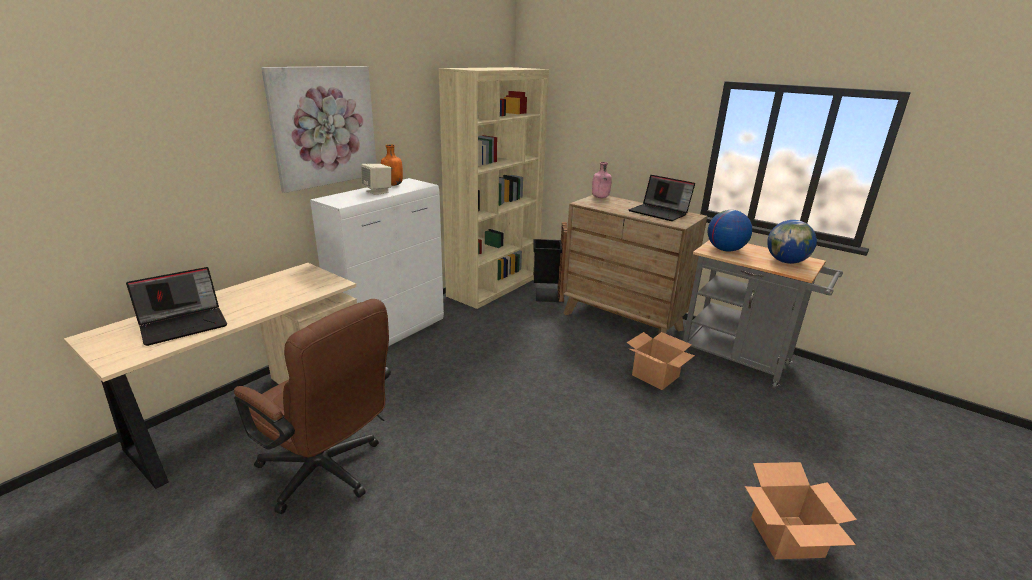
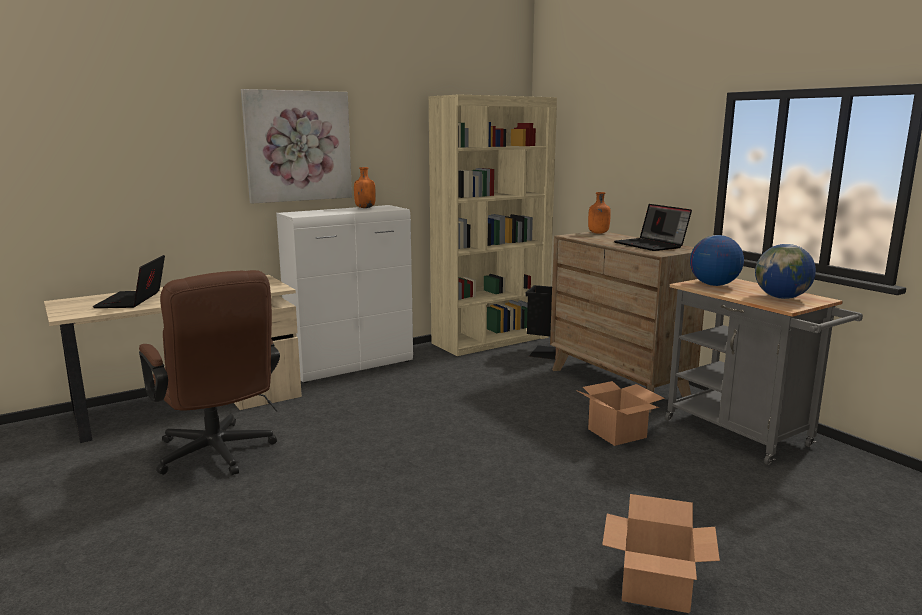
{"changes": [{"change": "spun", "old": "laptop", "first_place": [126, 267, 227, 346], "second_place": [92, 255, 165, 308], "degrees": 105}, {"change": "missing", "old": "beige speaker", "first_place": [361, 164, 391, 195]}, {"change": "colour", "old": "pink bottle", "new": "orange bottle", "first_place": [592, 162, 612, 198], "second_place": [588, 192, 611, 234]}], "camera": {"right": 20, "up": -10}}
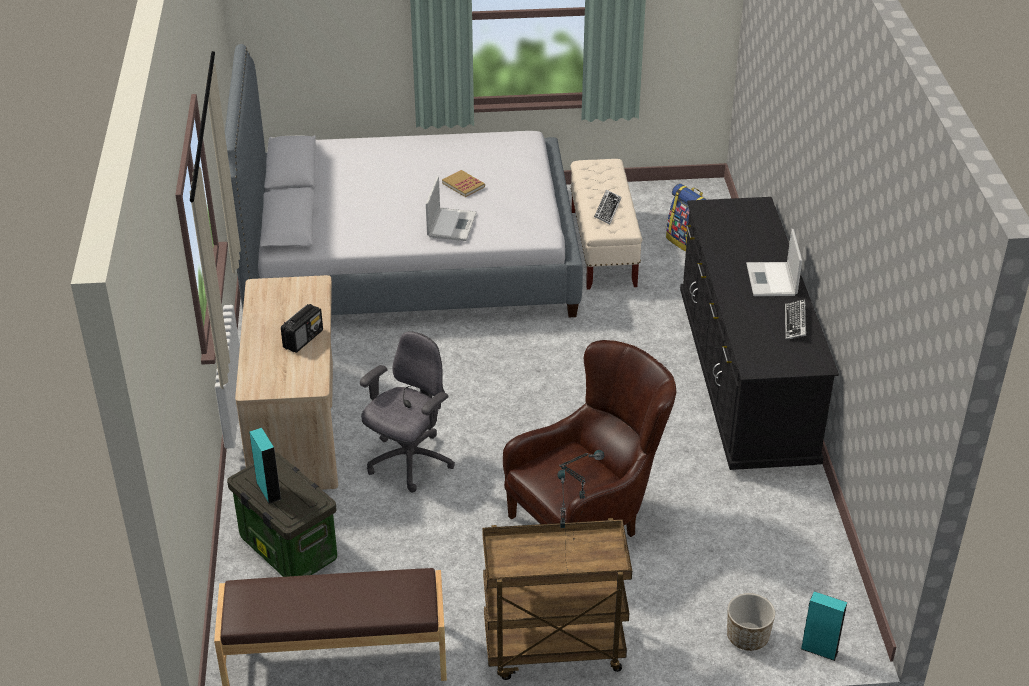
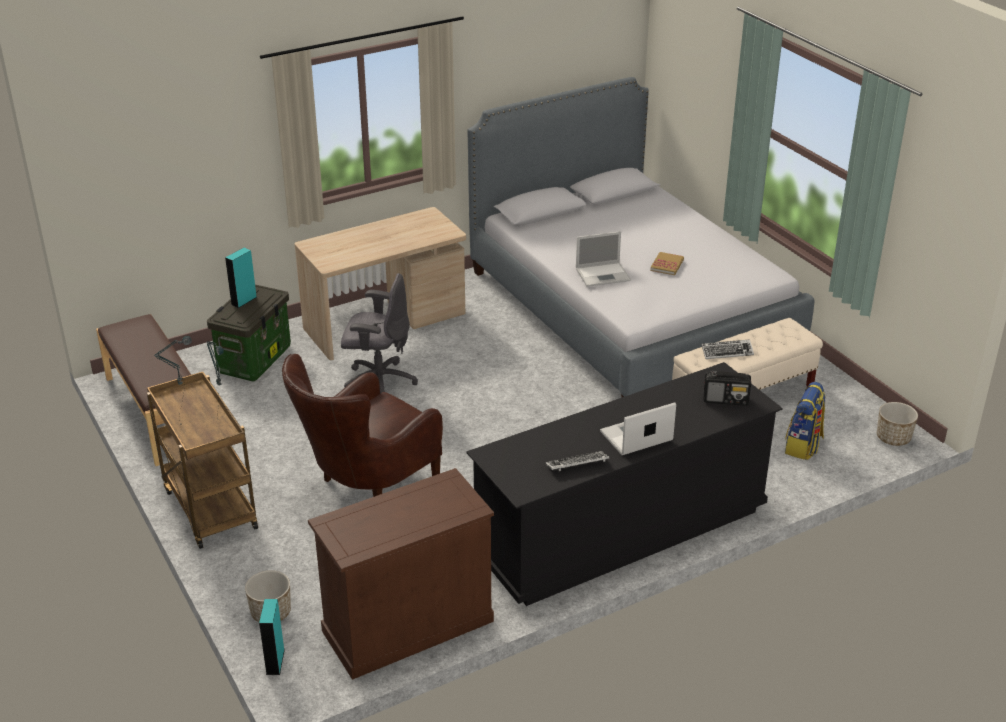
{"changes": [{"change": "relocated", "old": "radio", "first_place": [281, 304, 323, 353], "second_place": [703, 371, 751, 406]}, {"change": "spun", "old": "brown armchair", "first_place": [503, 340, 676, 537], "second_place": [282, 354, 443, 497], "degrees": 105}, {"change": "appeared", "new": "brown cabinet", "second_place": [308, 468, 494, 680]}, {"change": "appeared", "new": "planter", "second_place": [877, 402, 918, 446]}], "camera": {"right": 65, "up": -5}}
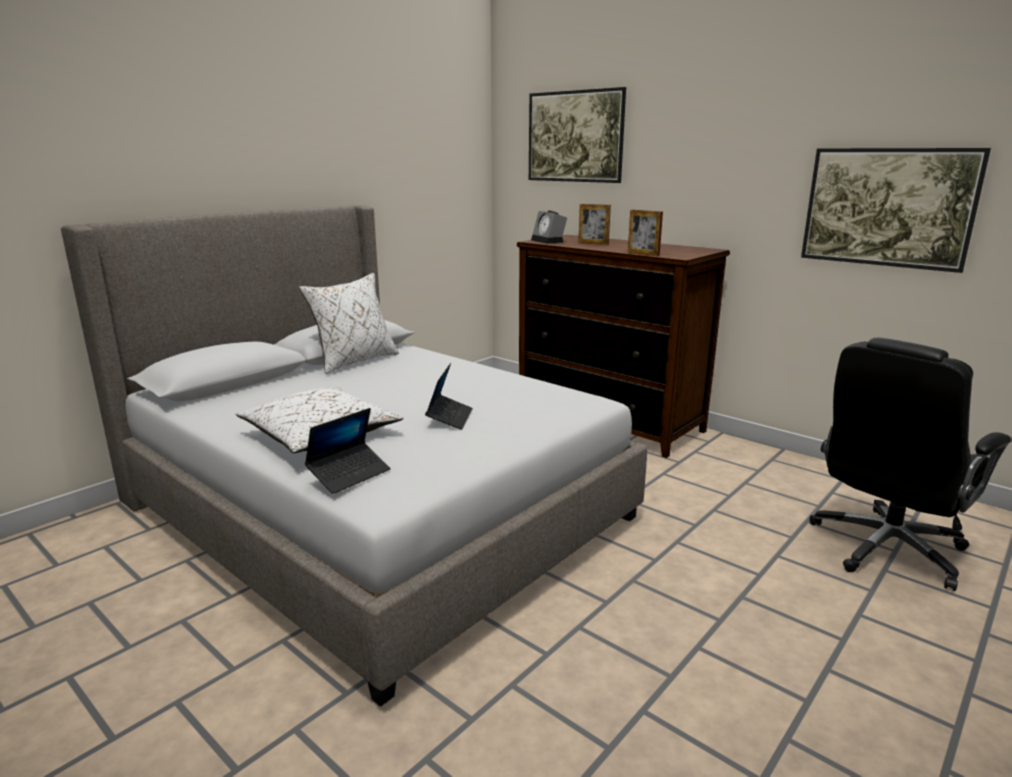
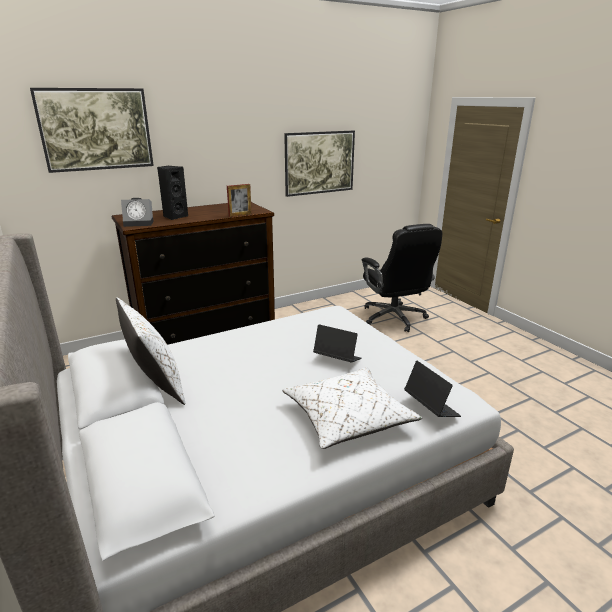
{"changes": [{"change": "exchanged", "old": "picture frame", "new": "black speaker", "first_place": [578, 204, 611, 245], "second_place": [157, 166, 188, 220]}], "camera": {"right": -70, "up": 5}}
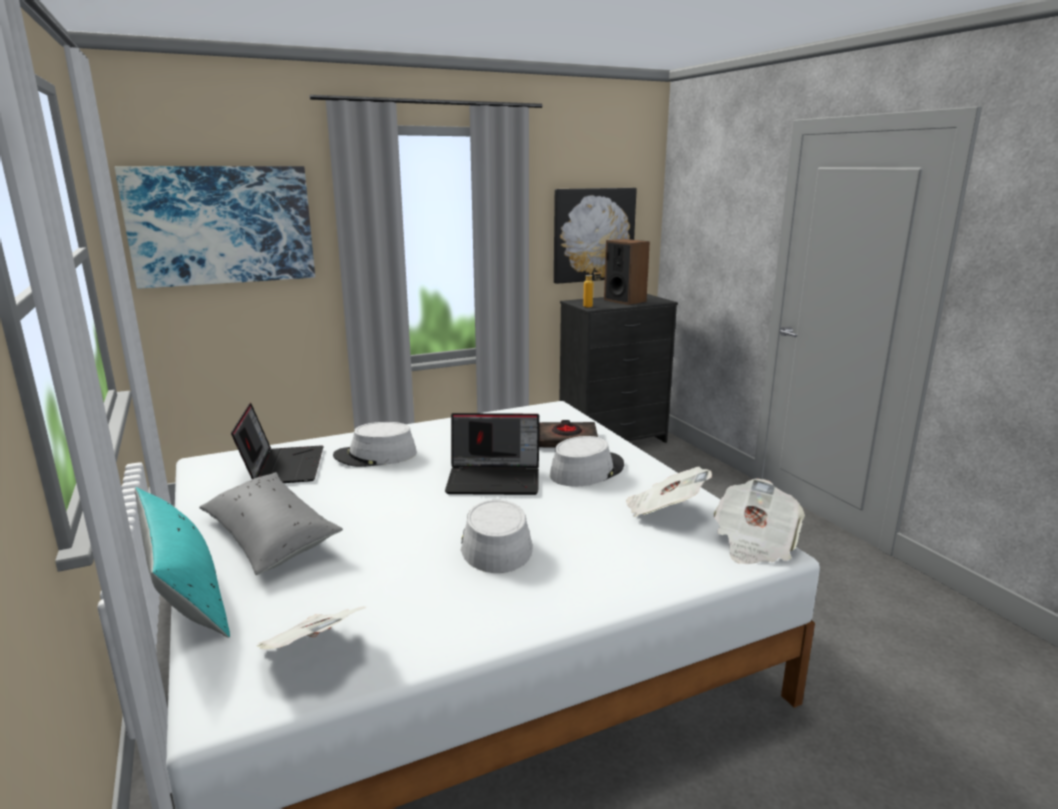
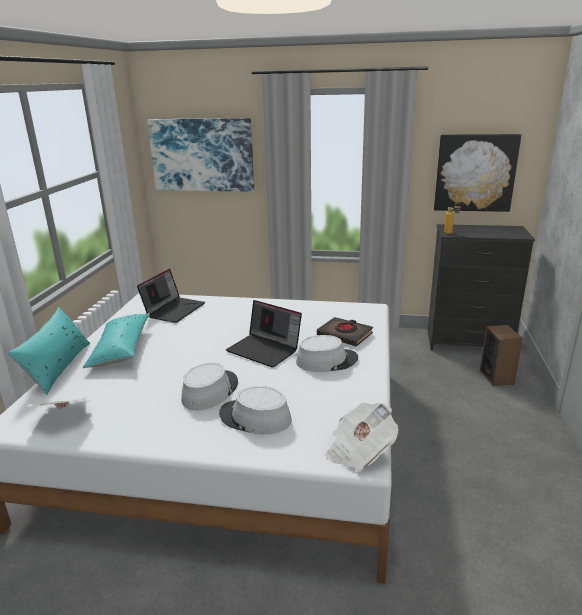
{"changes": [{"change": "colour", "old": "grey pillow", "new": "turquoise pillow", "first_place": [199, 472, 343, 575], "second_place": [83, 313, 150, 368]}, {"change": "relocated", "old": "grey hat", "first_place": [333, 422, 417, 467], "second_place": [219, 386, 291, 434]}, {"change": "relocated", "old": "speaker", "first_place": [604, 239, 650, 305], "second_place": [480, 325, 523, 386]}, {"change": "missing", "old": "newspaper", "first_place": [626, 467, 712, 517]}], "camera": {"right": 35, "up": 5}}
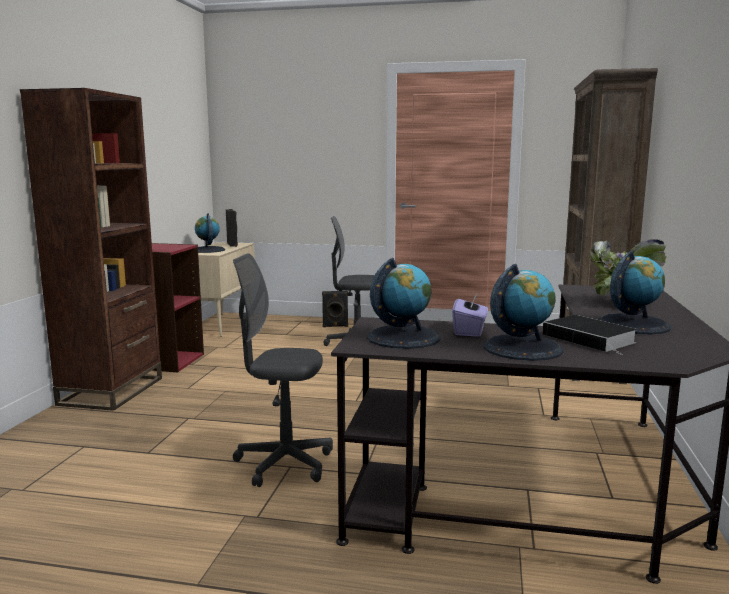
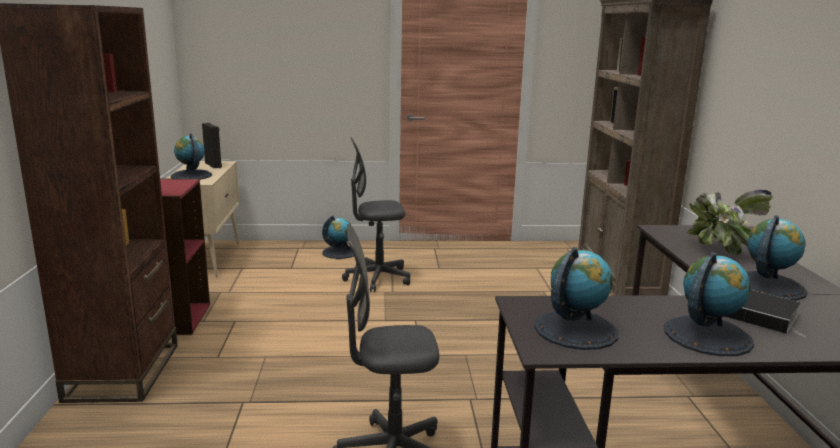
{"changes": [{"change": "exchanged", "old": "black speaker", "new": "globe", "first_place": [322, 291, 348, 327], "second_place": [322, 216, 354, 259]}, {"change": "missing", "old": "purple tissue box", "first_place": [452, 292, 488, 337]}], "camera": {"right": -15, "up": 5}}
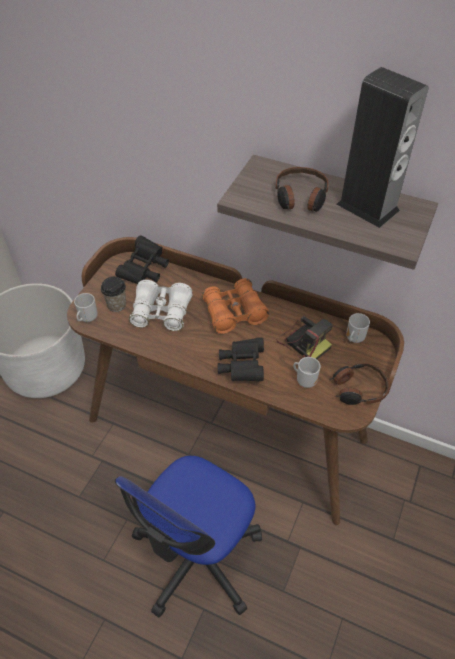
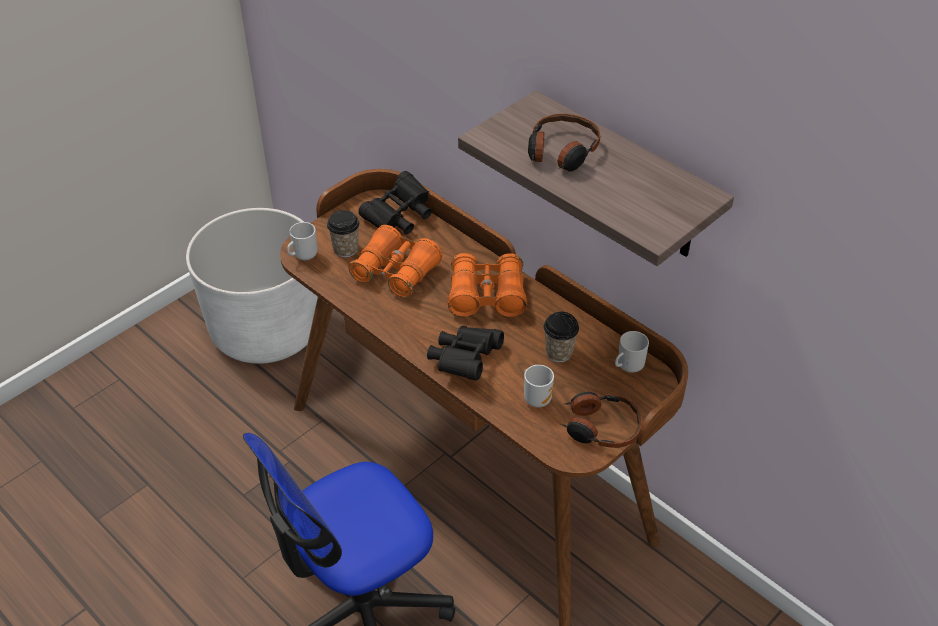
{"changes": [{"change": "colour", "old": "white binoculars", "new": "orange binoculars", "first_place": [129, 280, 192, 331], "second_place": [349, 225, 442, 298]}, {"change": "exchanged", "old": "photo camera", "new": "cup", "first_place": [276, 315, 333, 360], "second_place": [543, 312, 579, 362]}, {"change": "missing", "old": "speaker", "first_place": [336, 67, 428, 228]}], "camera": {"right": 20, "up": -5}}
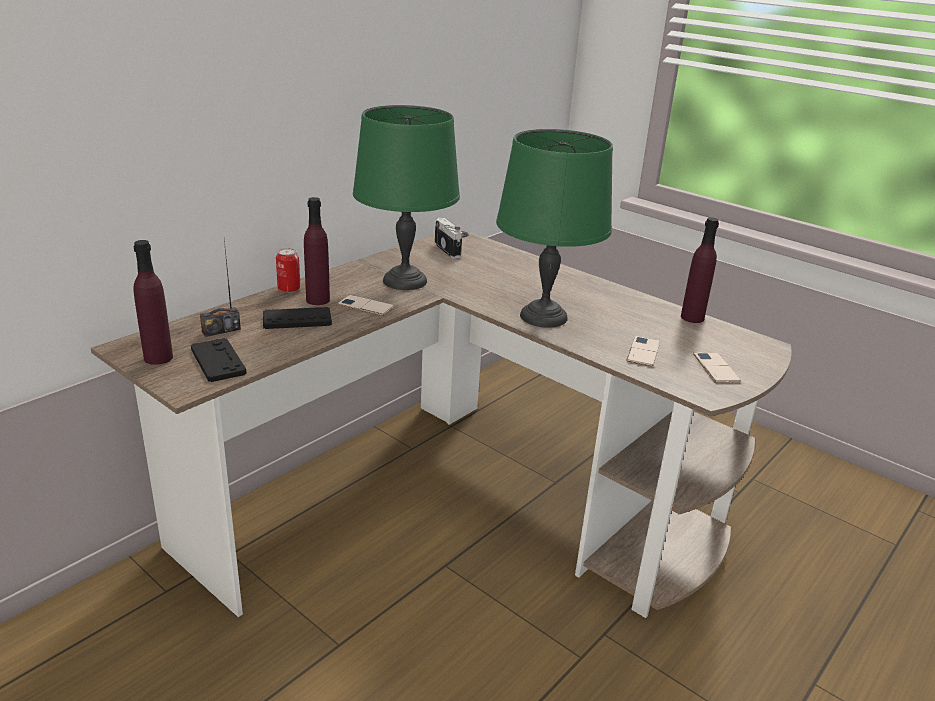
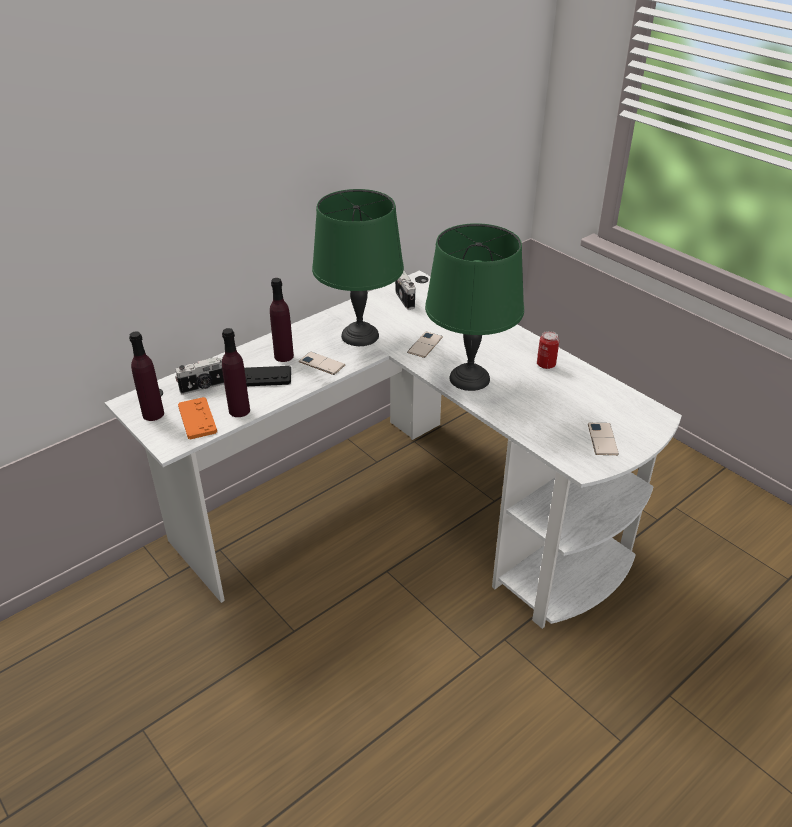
{"changes": [{"change": "colour", "old": "brown desk", "new": "white desk", "first_place": [91, 229, 792, 618], "second_place": [104, 270, 682, 629]}, {"change": "colour", "old": "black game controller", "new": "orange game controller", "first_place": [191, 338, 247, 382], "second_place": [178, 397, 217, 439]}, {"change": "exchanged", "old": "radio", "new": "photo camera", "first_place": [200, 240, 241, 337], "second_place": [175, 357, 224, 395]}, {"change": "relocated", "old": "can", "first_place": [276, 248, 301, 293], "second_place": [537, 331, 559, 369]}, {"change": "relocated", "old": "phone", "first_place": [626, 336, 660, 366], "second_place": [407, 332, 443, 358]}, {"change": "relocated", "old": "purple bottle", "first_place": [681, 217, 719, 323], "second_place": [222, 328, 250, 417]}], "camera": {"right": 10, "up": 10}}
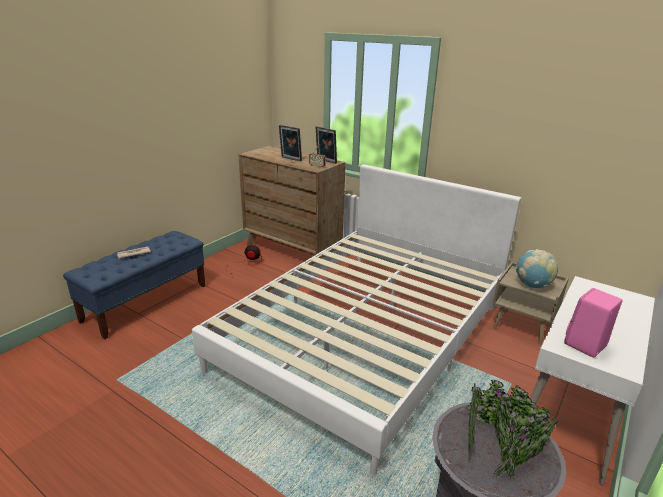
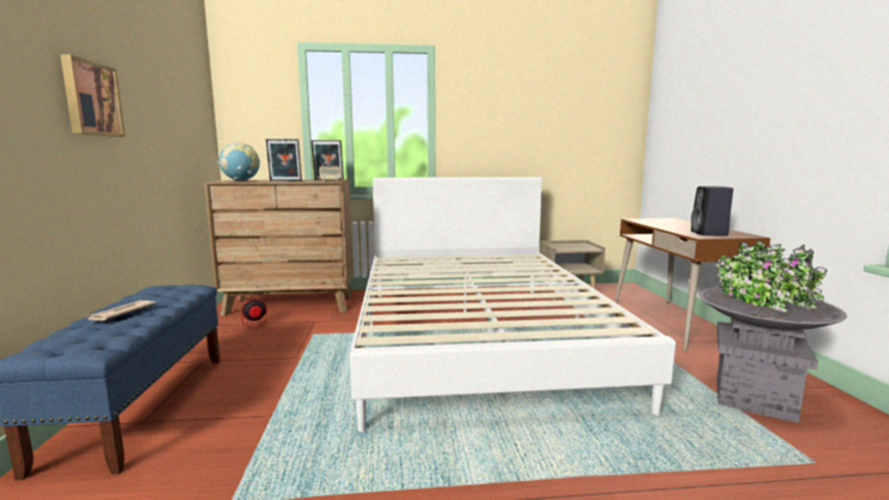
{"changes": [{"change": "relocated", "old": "globe", "first_place": [516, 249, 558, 288], "second_place": [218, 142, 260, 181]}, {"change": "colour", "old": "white desk", "new": "brown desk", "first_place": [530, 276, 655, 485], "second_place": [614, 218, 770, 351]}, {"change": "colour", "old": "pink speaker", "new": "black speaker", "first_place": [564, 288, 623, 357], "second_place": [691, 186, 733, 236]}, {"change": "appeared", "new": "picture", "second_place": [60, 54, 125, 137]}], "camera": {"right": -40, "up": -15}}
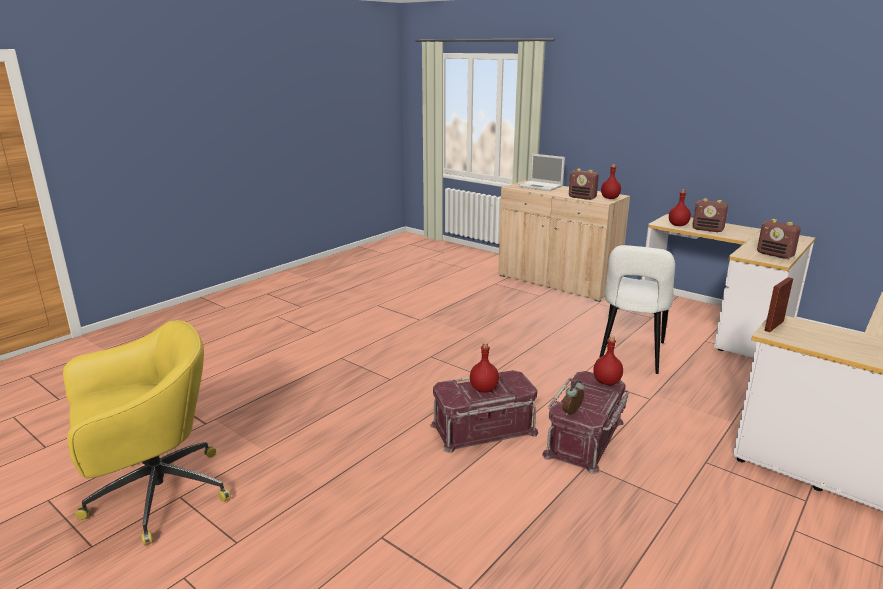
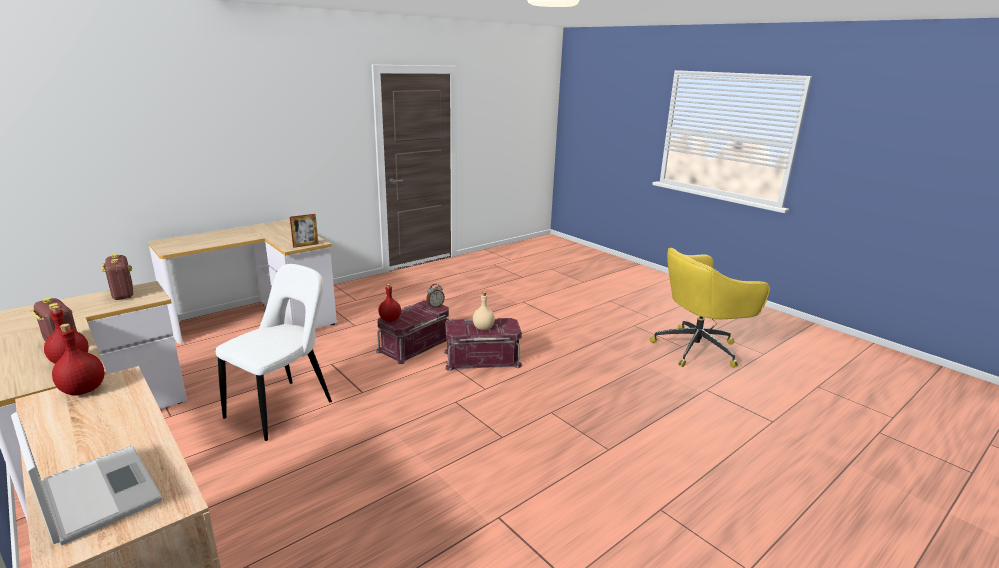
{"changes": [{"change": "colour", "old": "red bottle", "new": "beige bottle", "first_place": [470, 342, 499, 393], "second_place": [473, 292, 495, 330]}, {"change": "missing", "old": "radio", "first_place": [569, 169, 599, 200]}], "camera": {"right": -170, "up": 0}}
